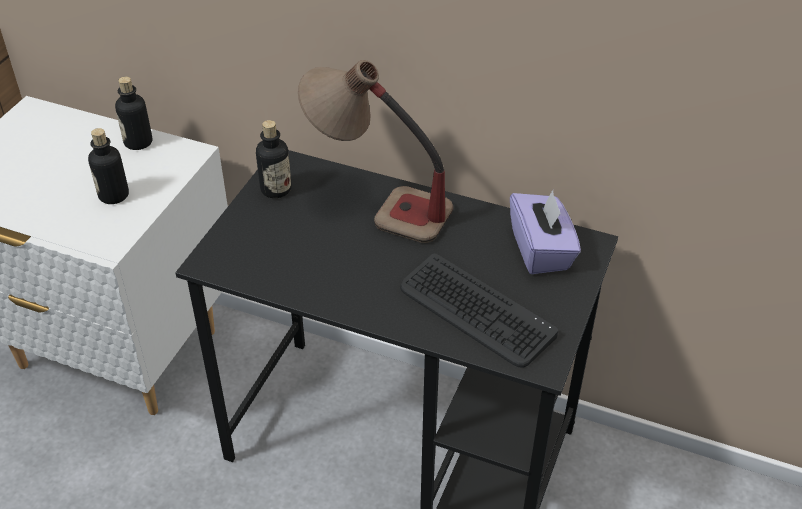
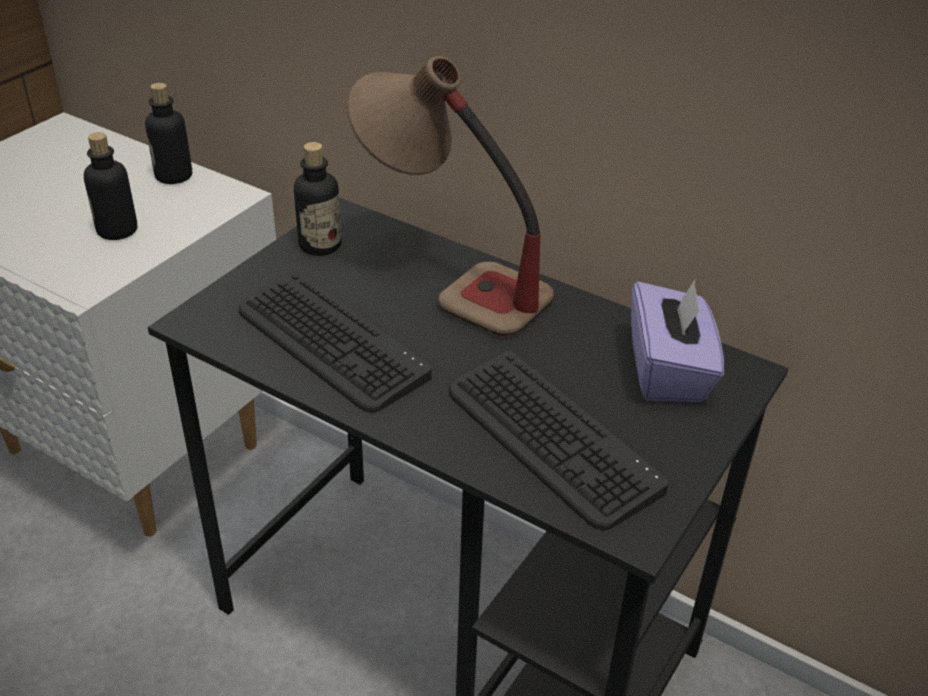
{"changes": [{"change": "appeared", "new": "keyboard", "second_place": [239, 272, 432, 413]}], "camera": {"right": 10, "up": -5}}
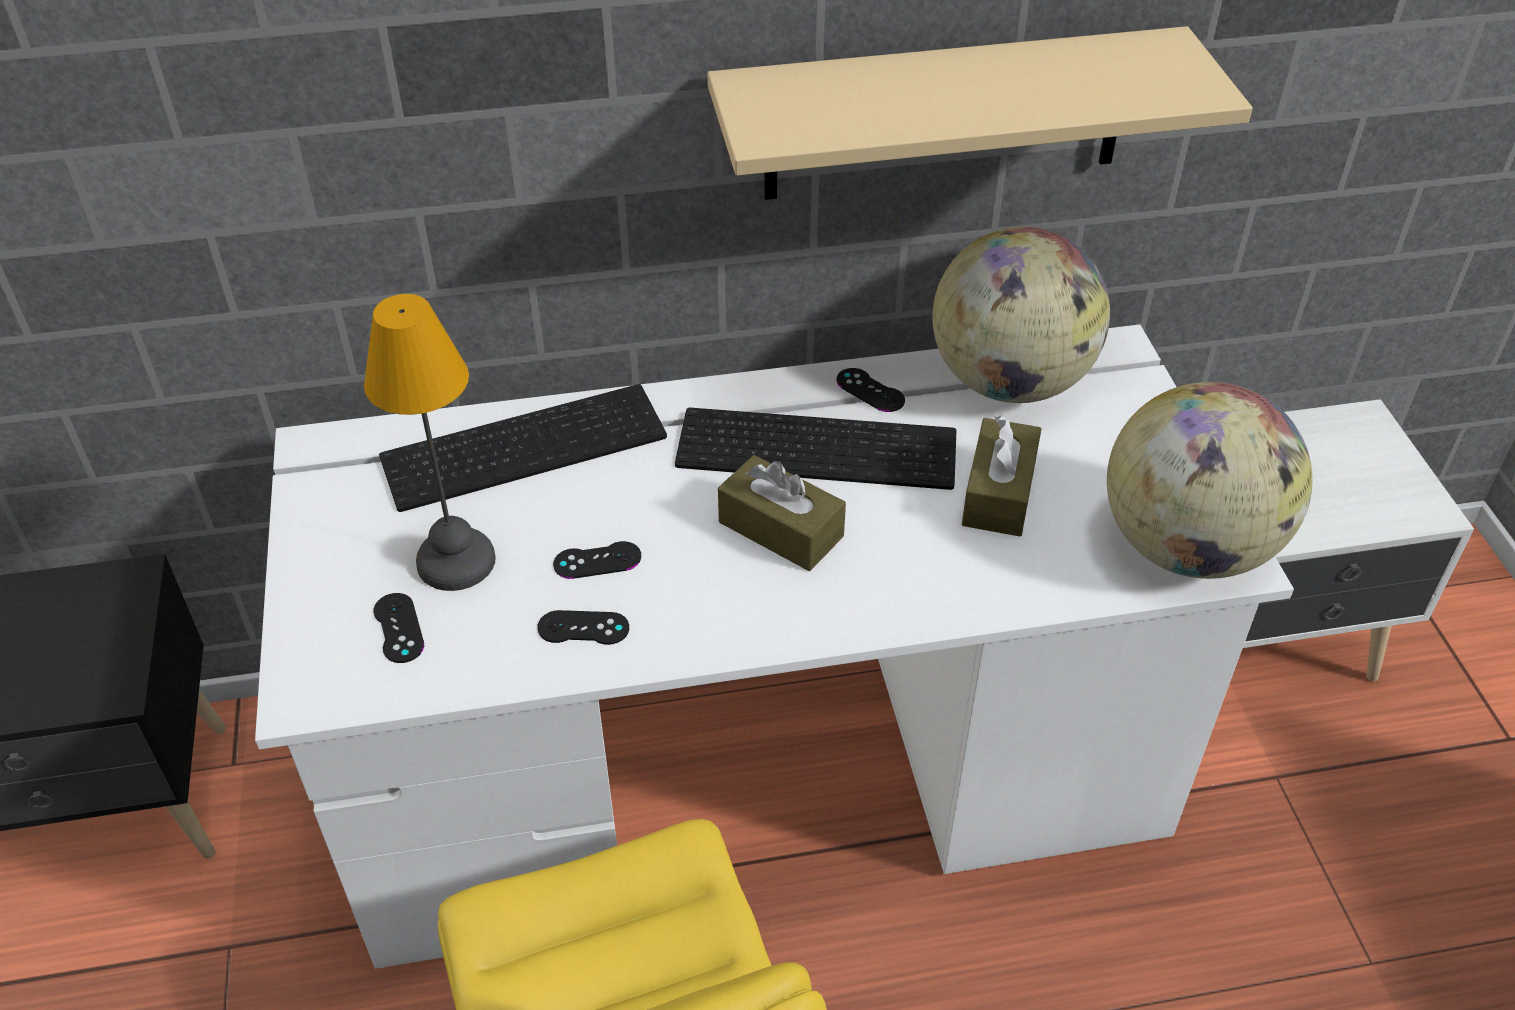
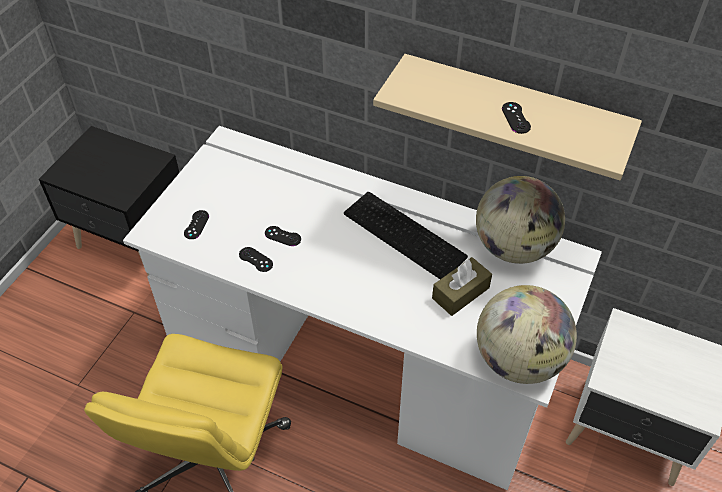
{"changes": [{"change": "missing", "old": "table lamp", "first_place": [364, 294, 496, 591]}, {"change": "missing", "old": "keyboard", "first_place": [379, 384, 667, 512]}, {"change": "missing", "old": "brown tissue box", "first_place": [718, 455, 846, 571]}, {"change": "relocated", "old": "black game controller", "first_place": [836, 368, 905, 412], "second_place": [502, 102, 531, 134]}], "camera": {"right": 35, "up": 5}}
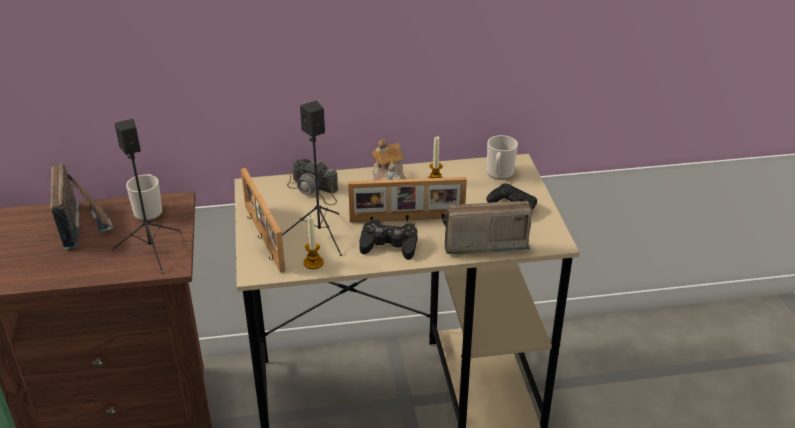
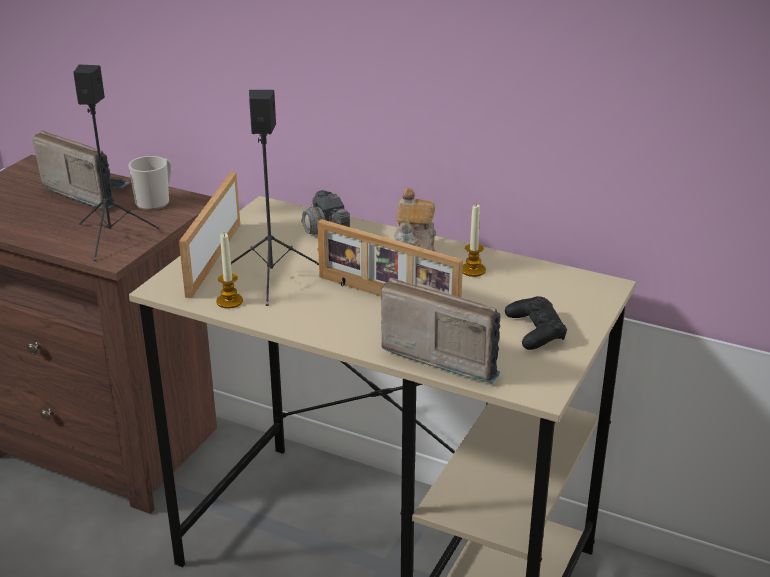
{"changes": [{"change": "spun", "old": "radio", "first_place": [51, 163, 113, 249], "second_place": [32, 130, 131, 210], "degrees": -75}, {"change": "missing", "old": "black game controller", "first_place": [359, 219, 418, 260]}, {"change": "missing", "old": "mug", "first_place": [487, 135, 518, 180]}], "camera": {"right": 35, "up": -5}}
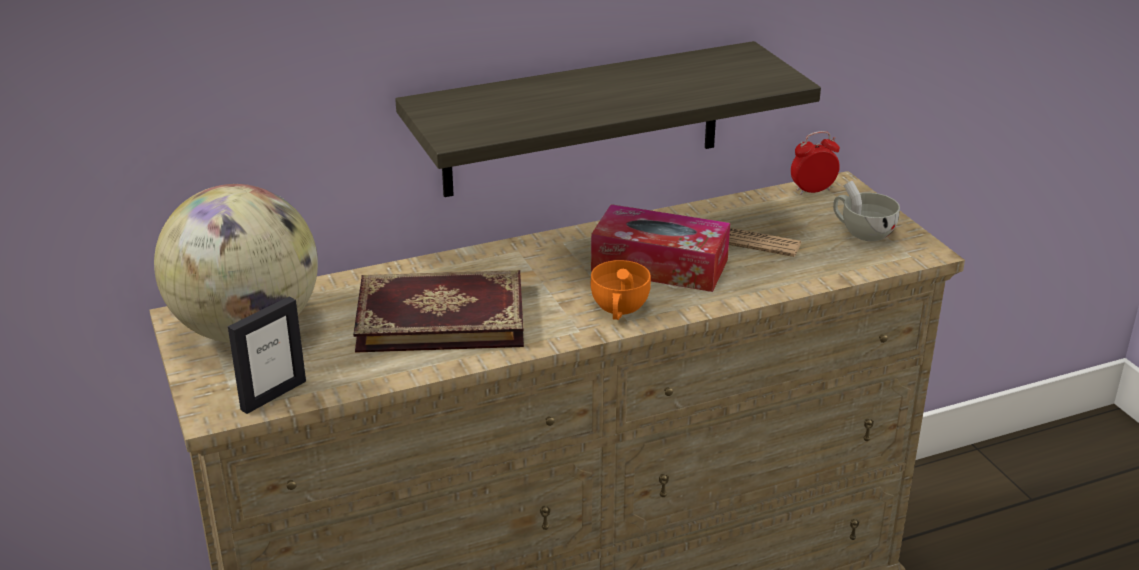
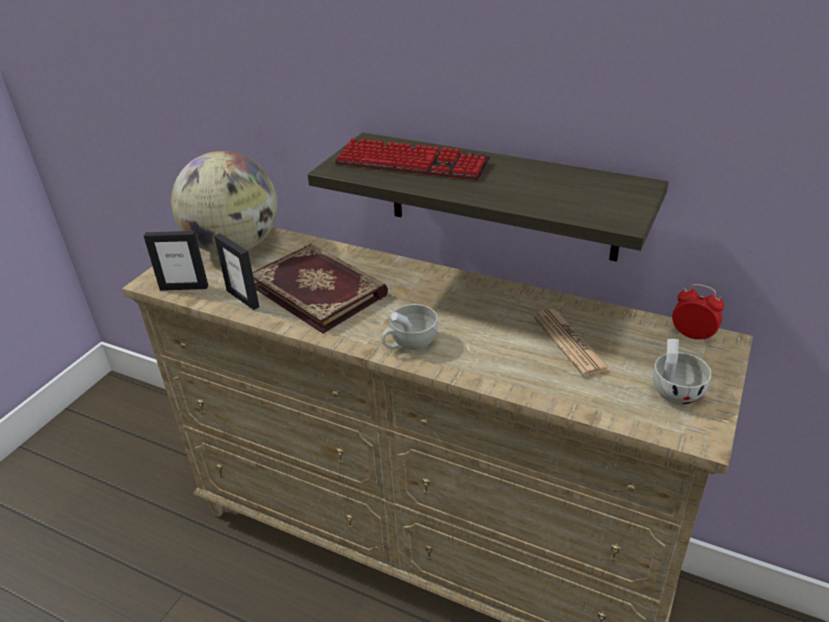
{"changes": [{"change": "missing", "old": "tissue box", "first_place": [591, 204, 730, 292]}, {"change": "colour", "old": "orange cup", "new": "white cup", "first_place": [591, 260, 651, 320], "second_place": [381, 304, 438, 350]}, {"change": "appeared", "new": "picture frame", "second_place": [214, 234, 259, 310]}, {"change": "appeared", "new": "keyboard", "second_place": [335, 138, 491, 180]}], "camera": {"right": 50, "up": 5}}
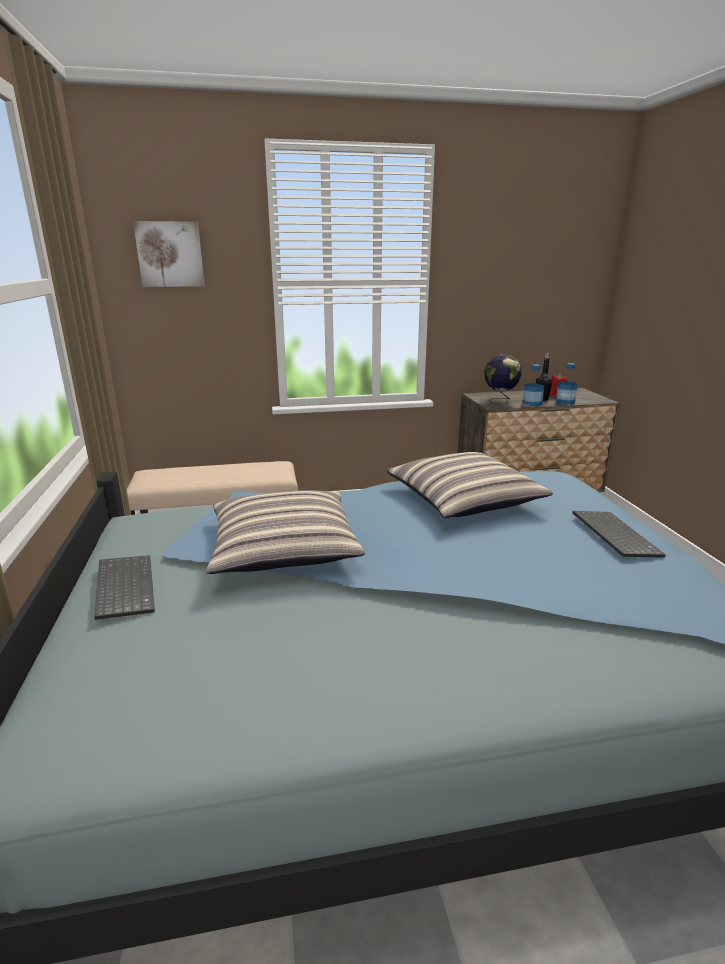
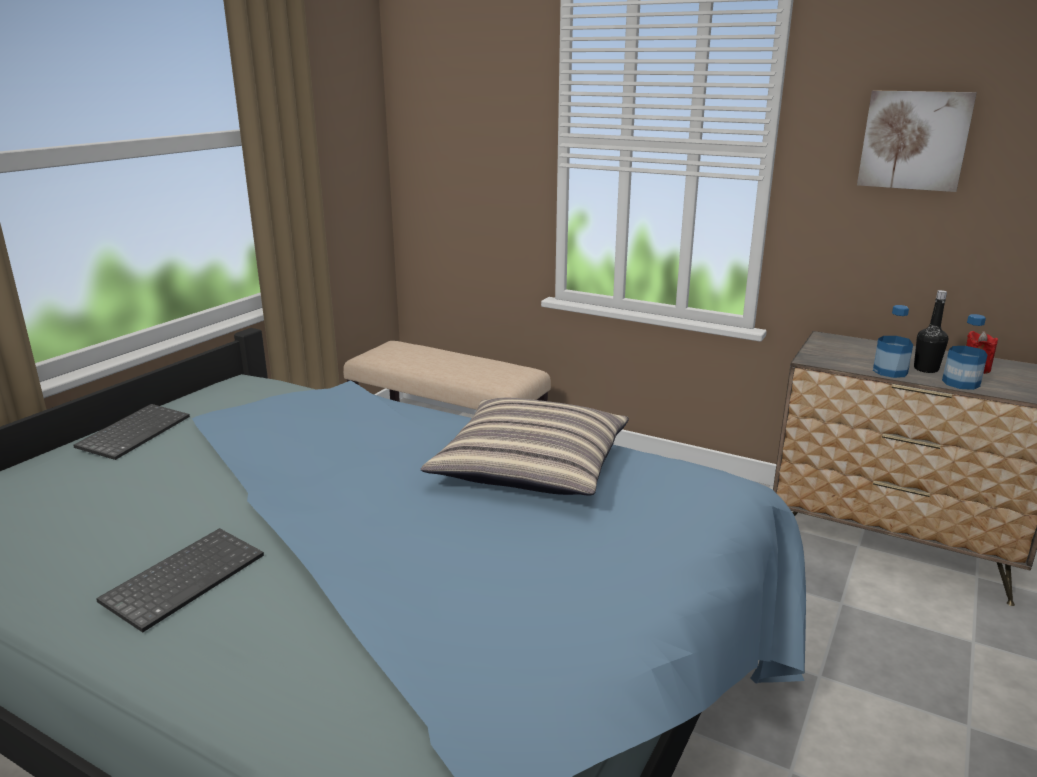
{"changes": [{"change": "relocated", "old": "picture", "first_place": [133, 221, 204, 287], "second_place": [857, 90, 977, 192]}, {"change": "missing", "old": "pillow", "first_place": [206, 490, 365, 574]}, {"change": "missing", "old": "globe", "first_place": [485, 354, 522, 404]}, {"change": "relocated", "old": "keyboard", "first_place": [572, 511, 666, 558], "second_place": [96, 528, 264, 633]}], "camera": {"right": 40, "up": 0}}
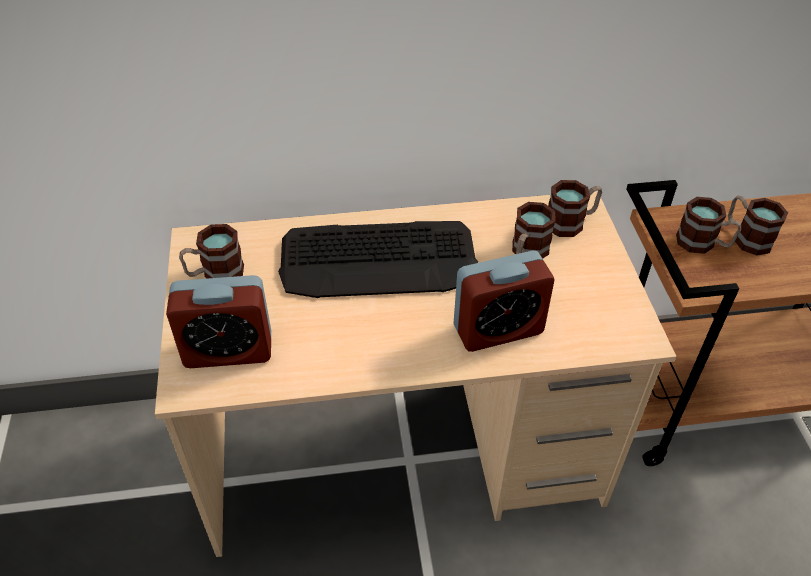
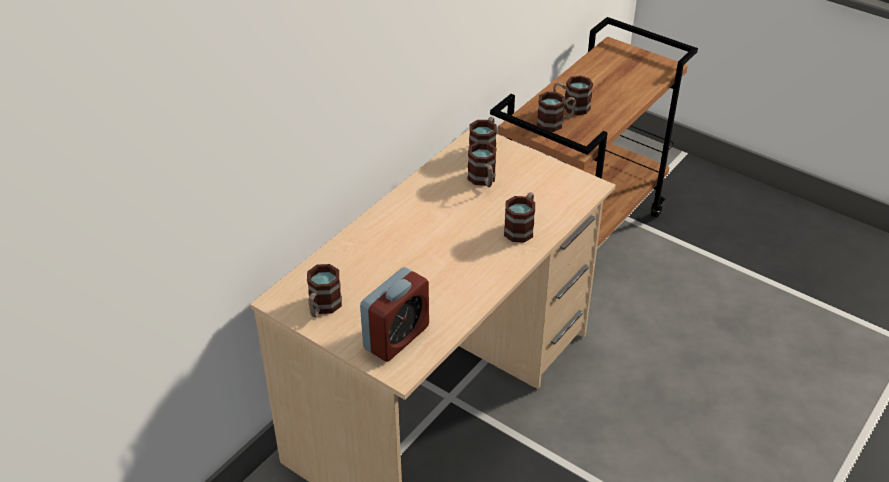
{"changes": [{"change": "missing", "old": "keyboard", "first_place": [278, 221, 478, 298]}, {"change": "exchanged", "old": "alarm clock", "new": "mug", "first_place": [454, 250, 554, 352], "second_place": [504, 192, 535, 243]}], "camera": {"right": -45, "up": -5}}
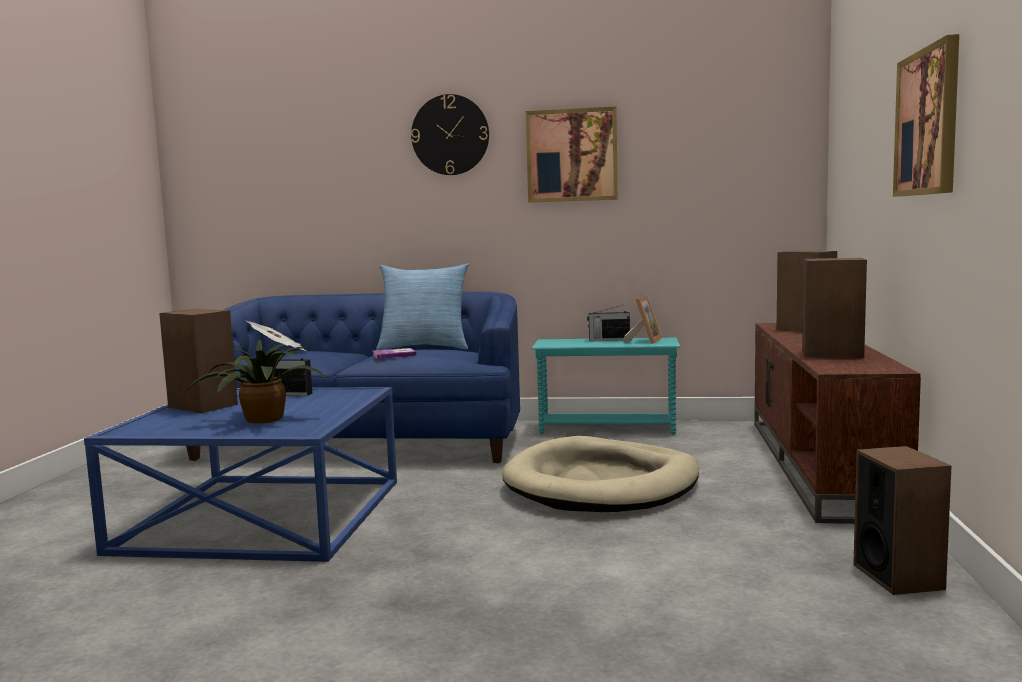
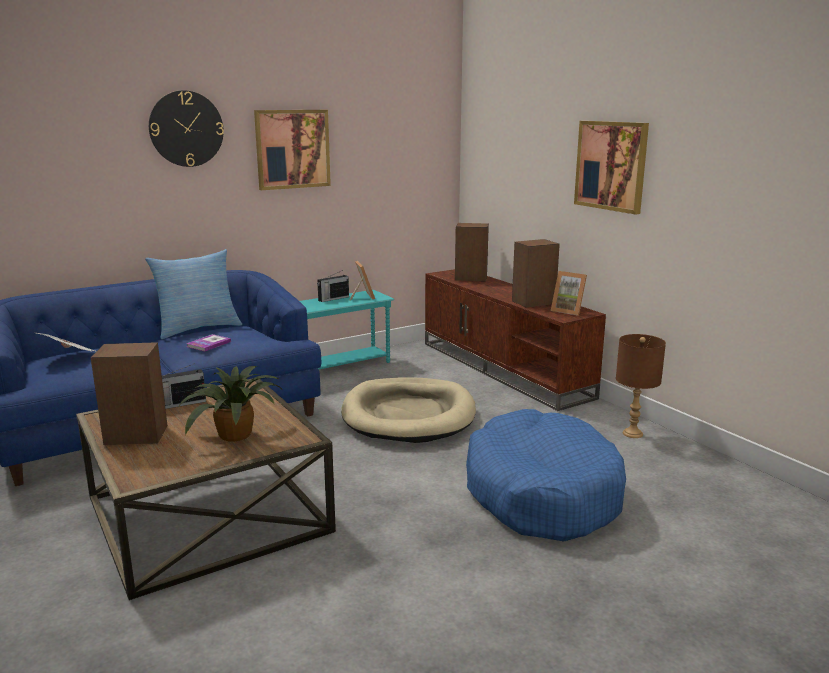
{"changes": [{"change": "colour", "old": "blue coffee table", "new": "brown coffee table", "first_place": [84, 387, 397, 562], "second_place": [76, 378, 336, 600]}, {"change": "exchanged", "old": "speaker", "new": "brown table lamp", "first_place": [853, 446, 951, 595], "second_place": [616, 334, 666, 438]}, {"change": "appeared", "new": "blue dog bed", "second_place": [466, 409, 626, 541]}, {"change": "appeared", "new": "picture frame", "second_place": [551, 271, 587, 316]}], "camera": {"right": -40, "up": 10}}
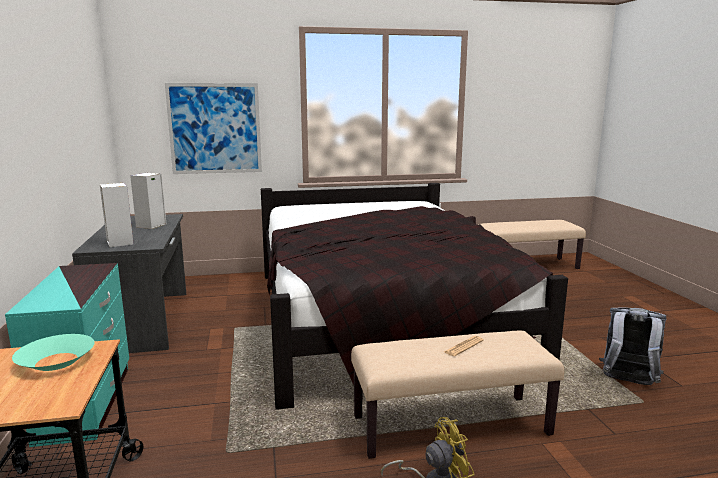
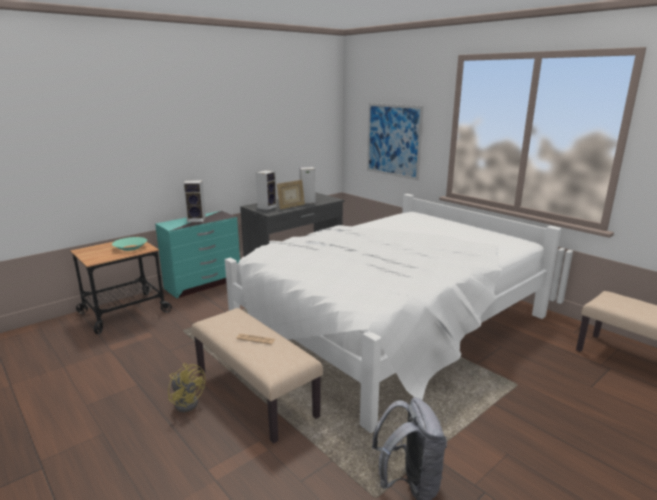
{"changes": [{"change": "colour", "old": "black bed", "new": "white bed", "first_place": [261, 183, 568, 410], "second_place": [225, 194, 561, 433]}, {"change": "appeared", "new": "speaker", "second_place": [183, 180, 206, 222]}, {"change": "appeared", "new": "picture frame", "second_place": [277, 180, 305, 209]}], "camera": {"right": 60, "up": 5}}
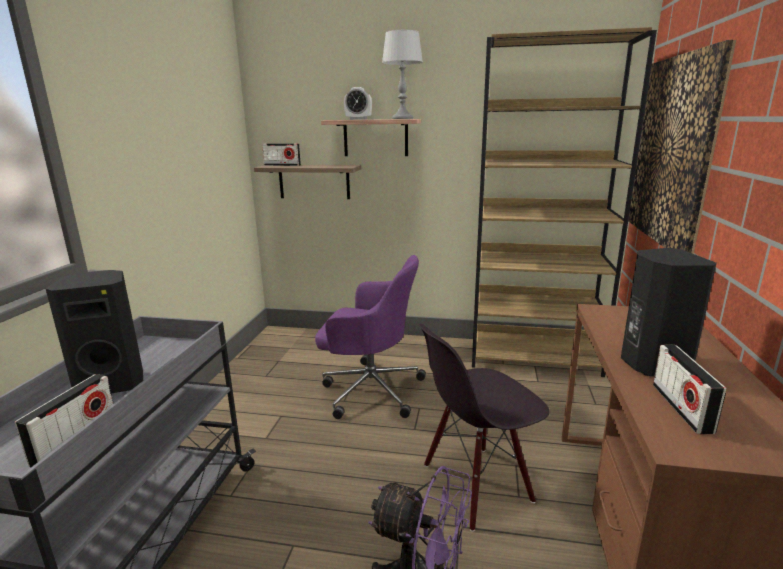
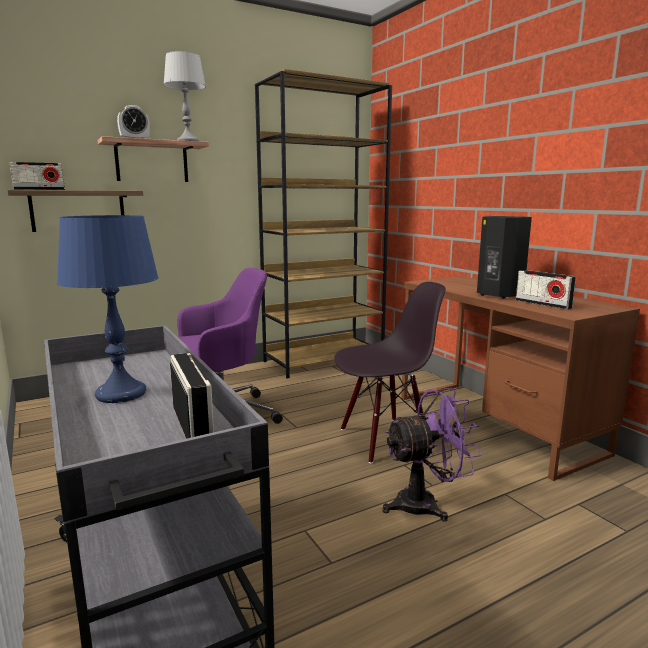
{"changes": [{"change": "exchanged", "old": "black speaker", "new": "blue table lamp", "first_place": [46, 270, 143, 393], "second_place": [57, 215, 159, 403]}, {"change": "spun", "old": "black chair", "first_place": [418, 324, 550, 532], "second_place": [334, 282, 446, 463], "degrees": -135}, {"change": "missing", "old": "picture", "first_place": [628, 40, 736, 254]}], "camera": {"right": -40, "up": -5}}
